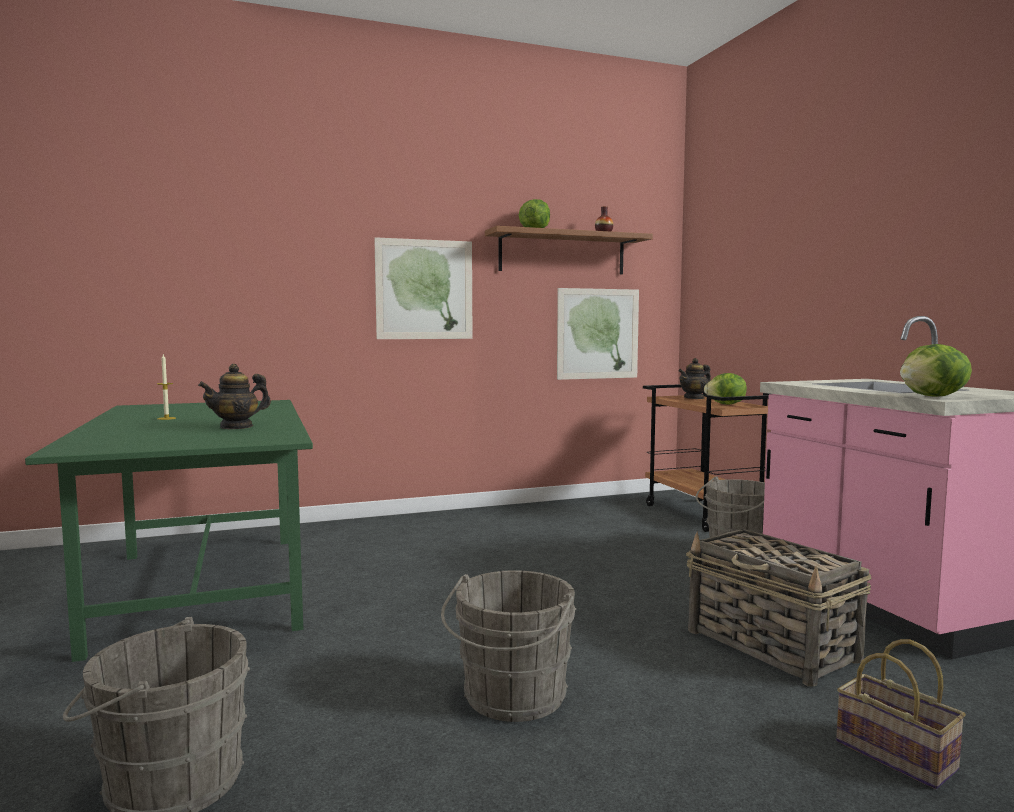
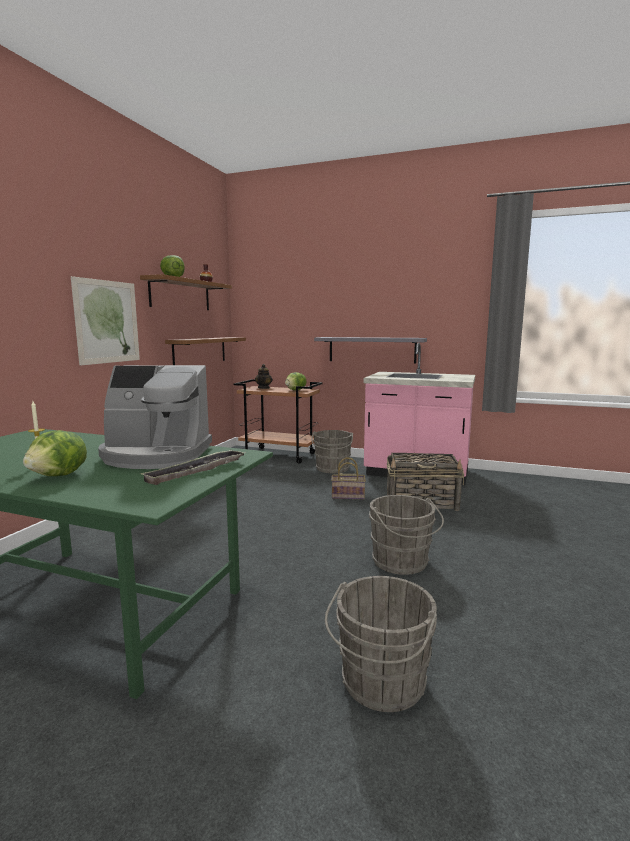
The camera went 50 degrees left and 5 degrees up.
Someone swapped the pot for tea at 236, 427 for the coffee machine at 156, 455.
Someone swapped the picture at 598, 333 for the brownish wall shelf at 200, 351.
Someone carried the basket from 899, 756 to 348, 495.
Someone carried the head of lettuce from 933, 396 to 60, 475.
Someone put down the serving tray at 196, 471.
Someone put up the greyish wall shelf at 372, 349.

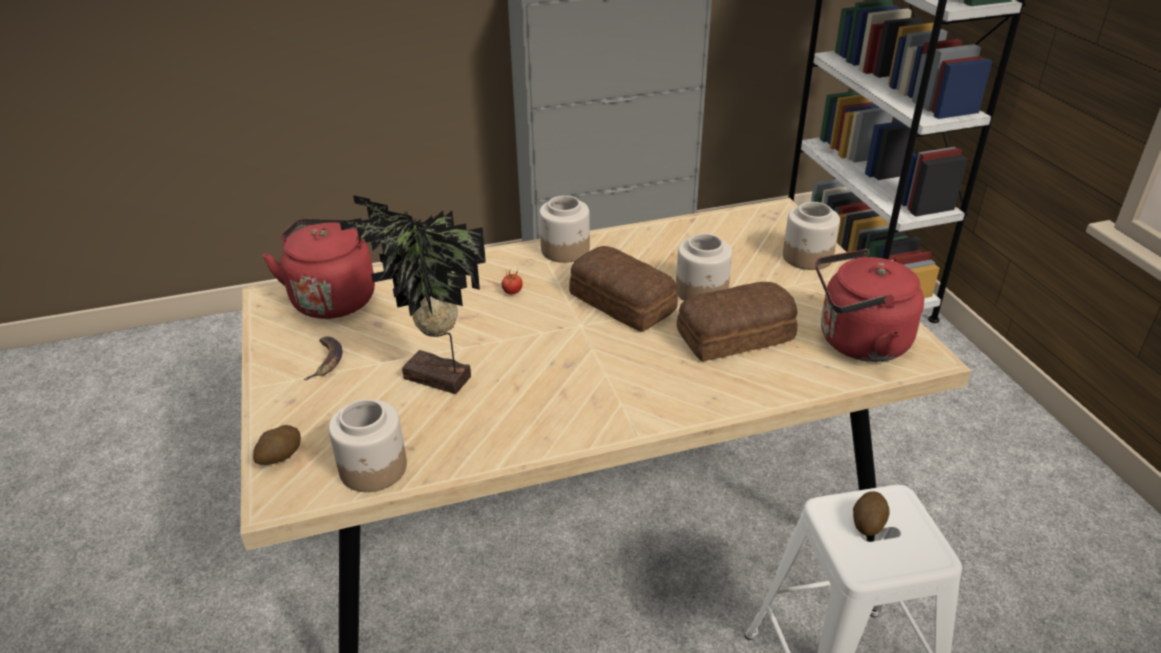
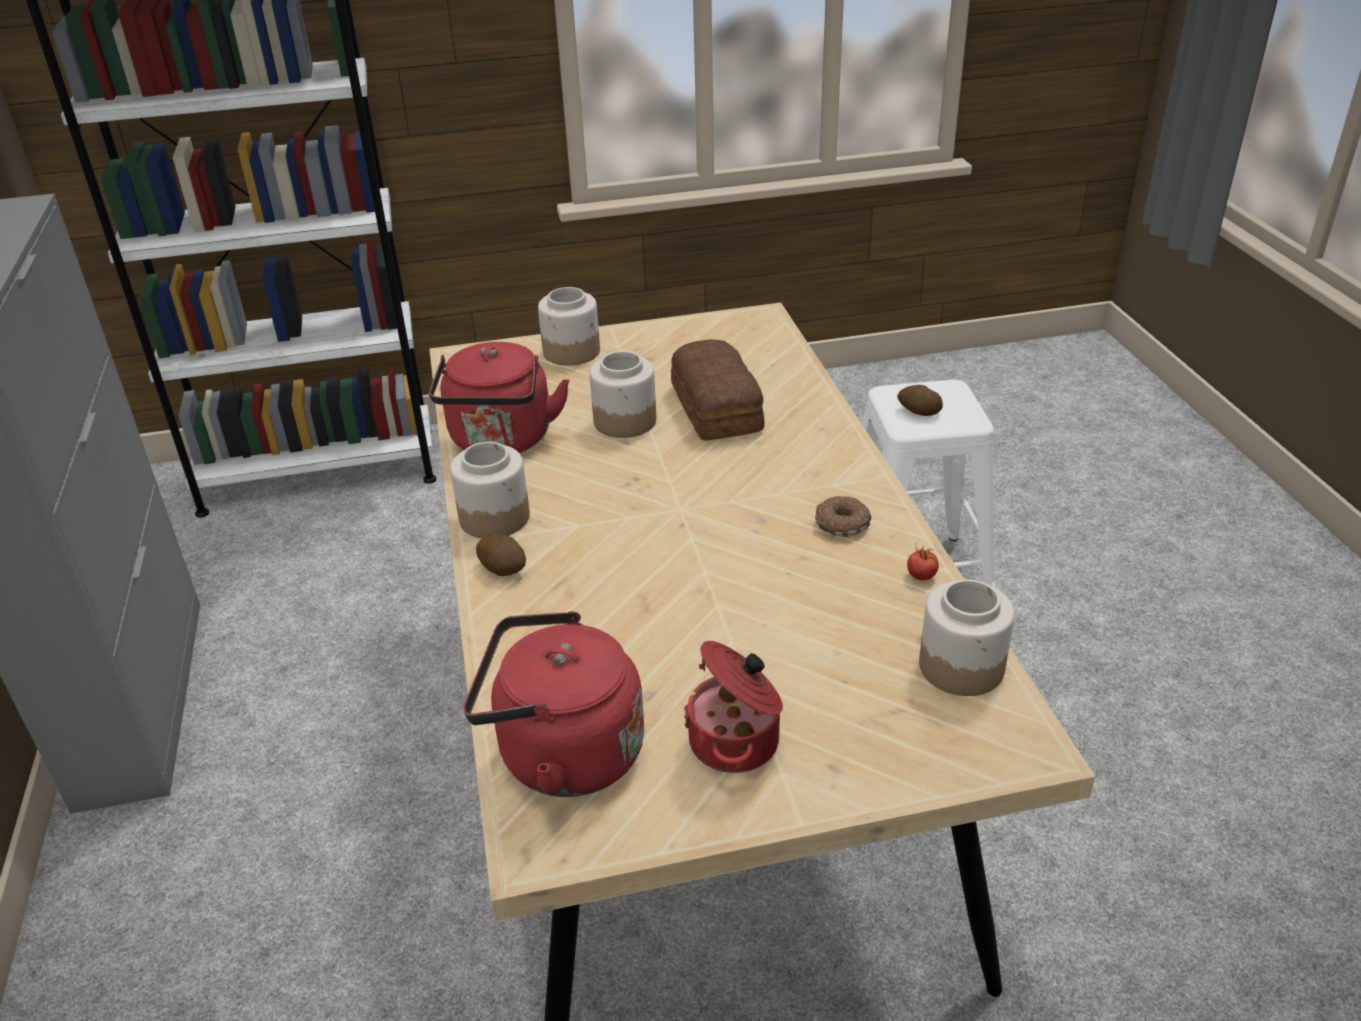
The camera went 85 degrees left and 0 degrees up.
Someone carried the potato from 280, 457 to 503, 568.
Someone swapped the whole banana at 326, 360 for the stockpot at 737, 742.
Someone took away the houseplant at 436, 381.
Someone carried the fresh tomato from 512, 292 to 921, 576.
Someone took away the bread at 622, 304.
Someone carried the red-coloured tea kettle from 857, 342 to 501, 442.
Someone put down the ring doughnut at 841, 524.

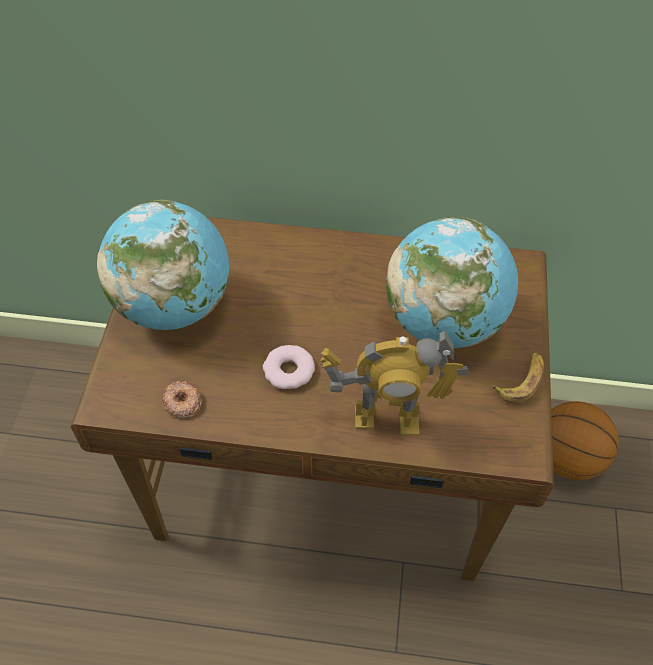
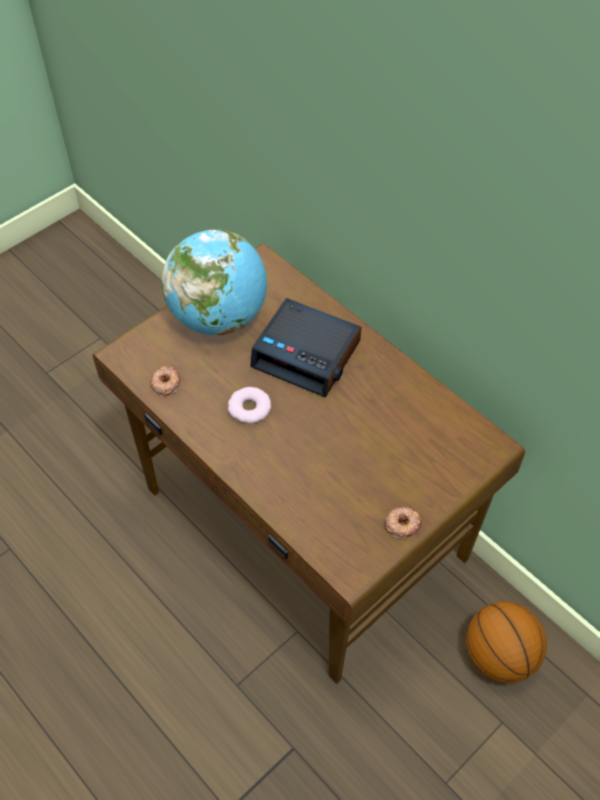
The camera went 40 degrees right and 0 degrees up.
Someone took away the toy robot at 387, 419.
Someone took away the world globe at 443, 322.
Someone swapped the whole banana at 521, 380 for the ring doughnut at 402, 524.
Someone put down the table clock at 307, 354.

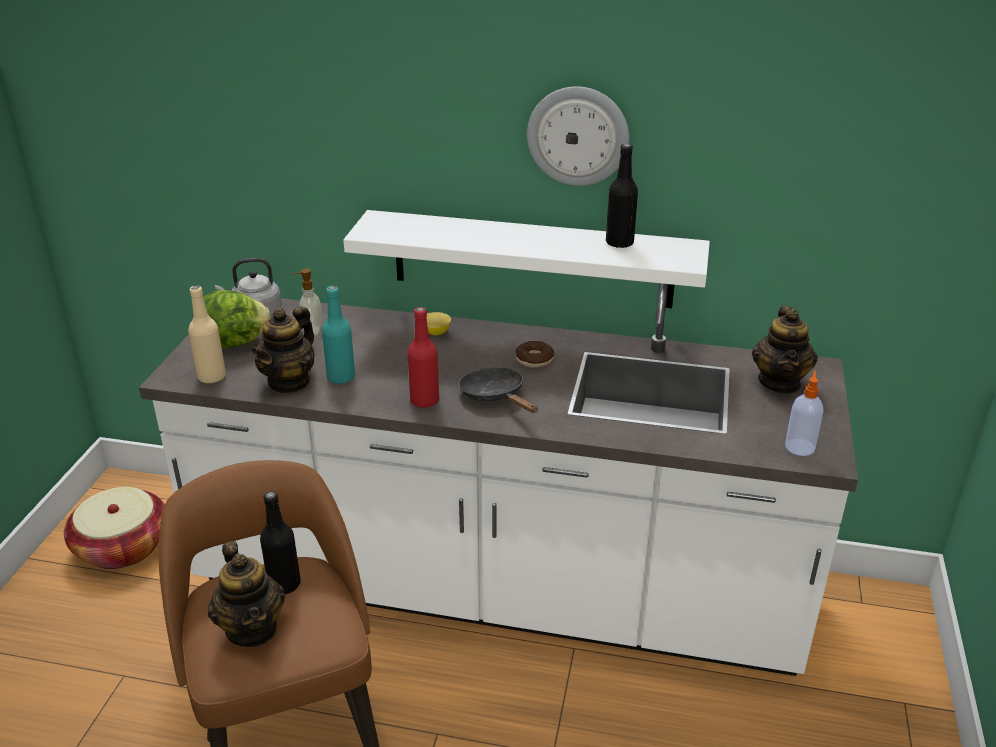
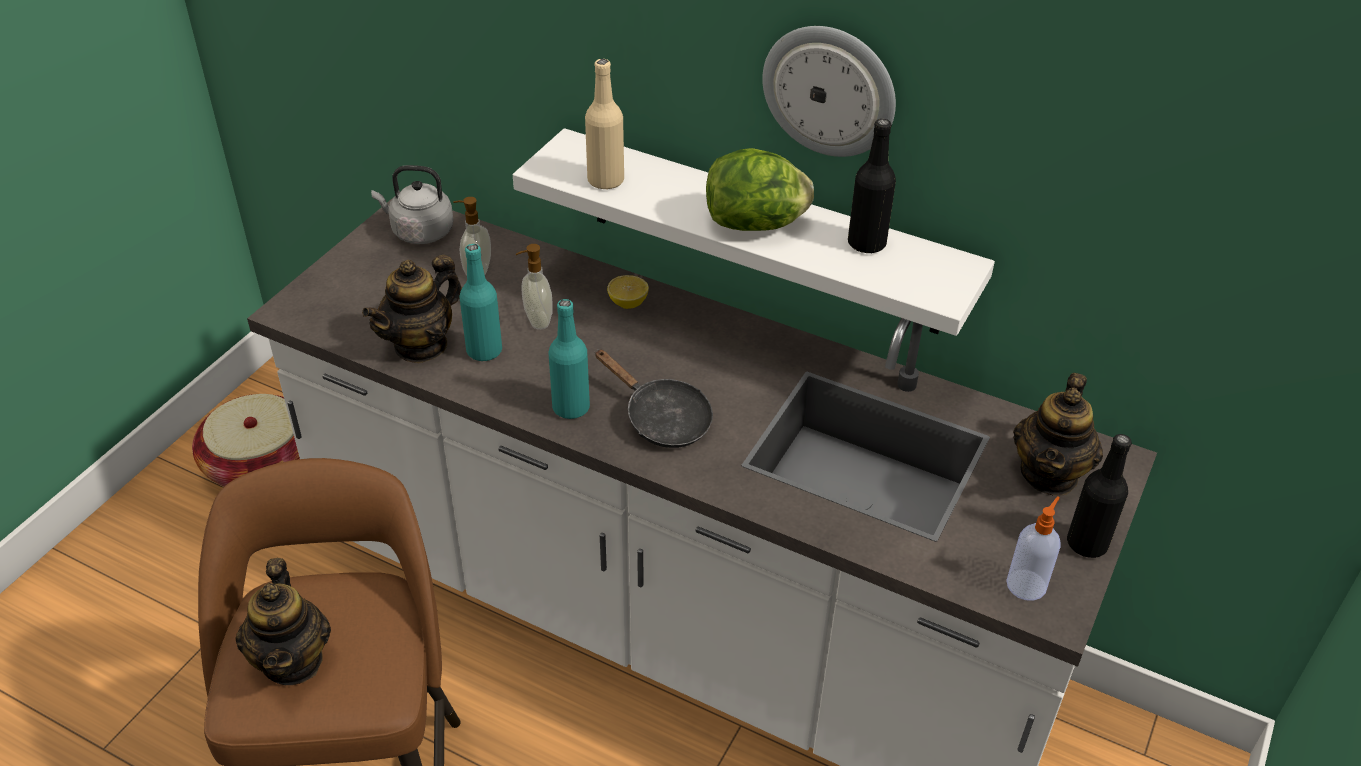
The camera went 15 degrees right and 10 degrees up.
Someone carried the beige drink bottle from 212, 377 to 605, 180.
Someone carried the head of lettuce from 234, 343 to 755, 224.
Someone carried the black-coloured drink bottle from 284, 584 to 1087, 544.
Someone repainted the red-coloured drink bottle at 424, 401, which became the turquoise-coloured drink bottle at 571, 408.
Someone rotated the black-coloured skillet at 495, 396 by 150 degrees clockwise.
Someone took away the ring doughnut at 534, 360.
Someone put down the soap bottle at 537, 320.

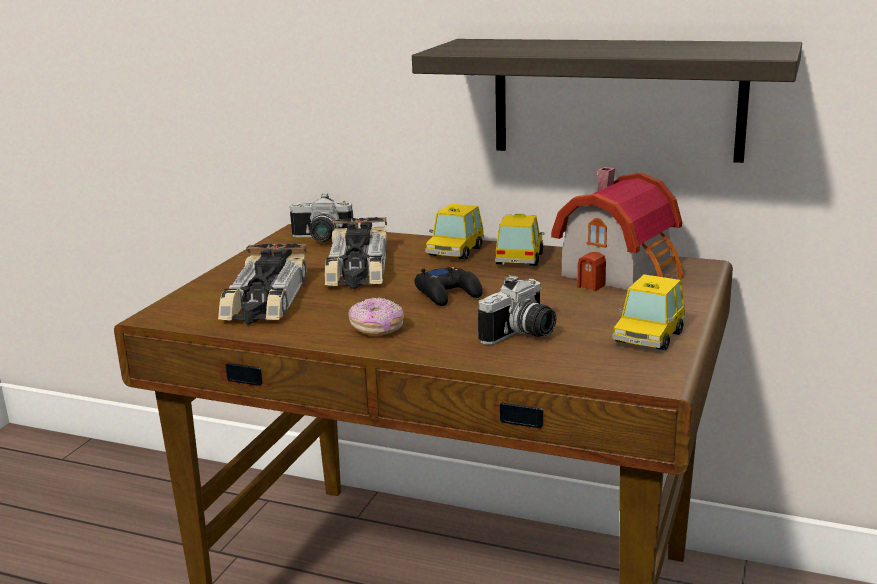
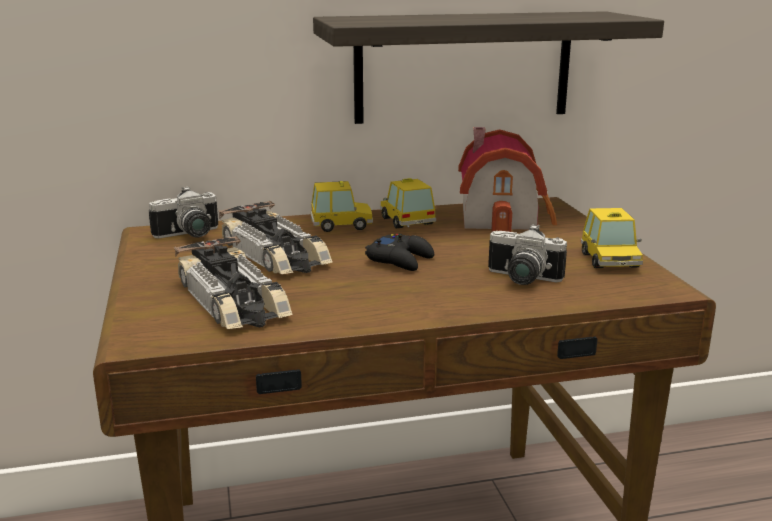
The camera went 35 degrees left and 0 degrees up.
Someone took away the ring doughnut at 377, 329.
Someone rotated the model car at 455, 251 by 90 degrees counterclockwise.
Someone rotated the photo camera at 522, 335 by 105 degrees clockwise.

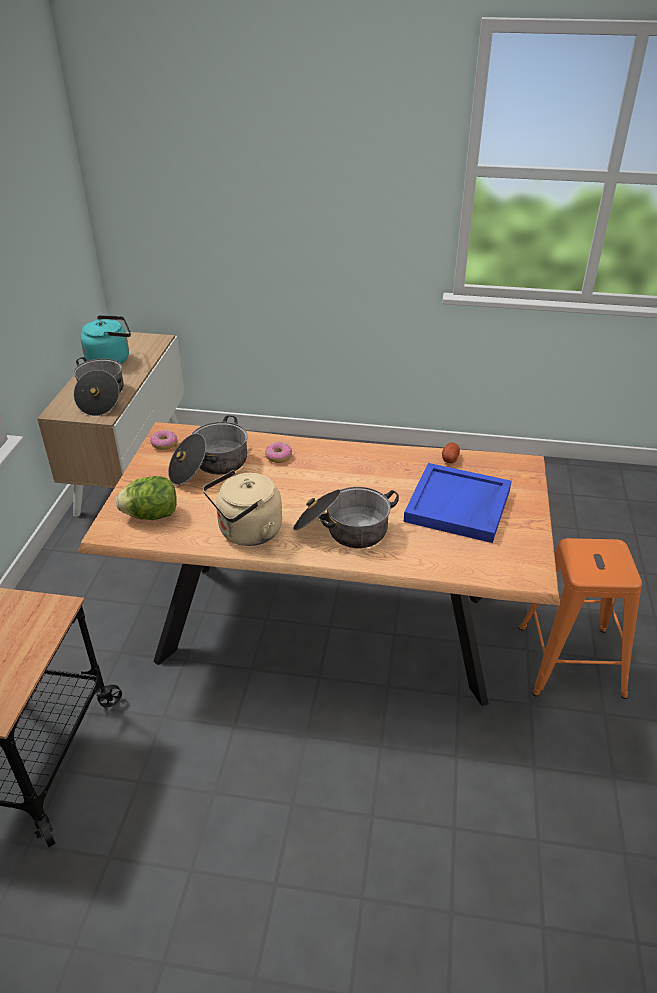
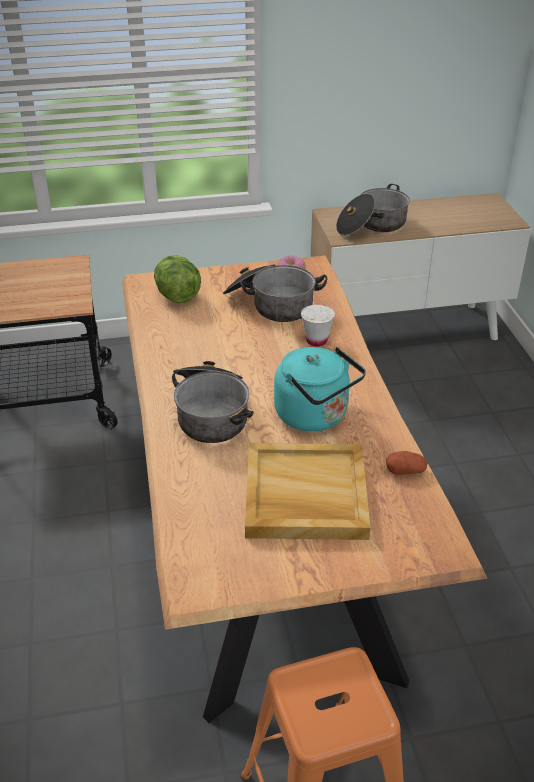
The camera went 70 degrees right and 0 degrees up.
Someone carried the turquoise-coloured tea kettle from 111, 360 to 315, 416.
Someone took away the beige tea kettle at 247, 533.
Someone swapped the ring doughnut at 278, 456 for the white-coloured cup at 316, 340.
Someone repainted the blue-coloured serving tray at 458, 506, which became the beige serving tray at 304, 495.

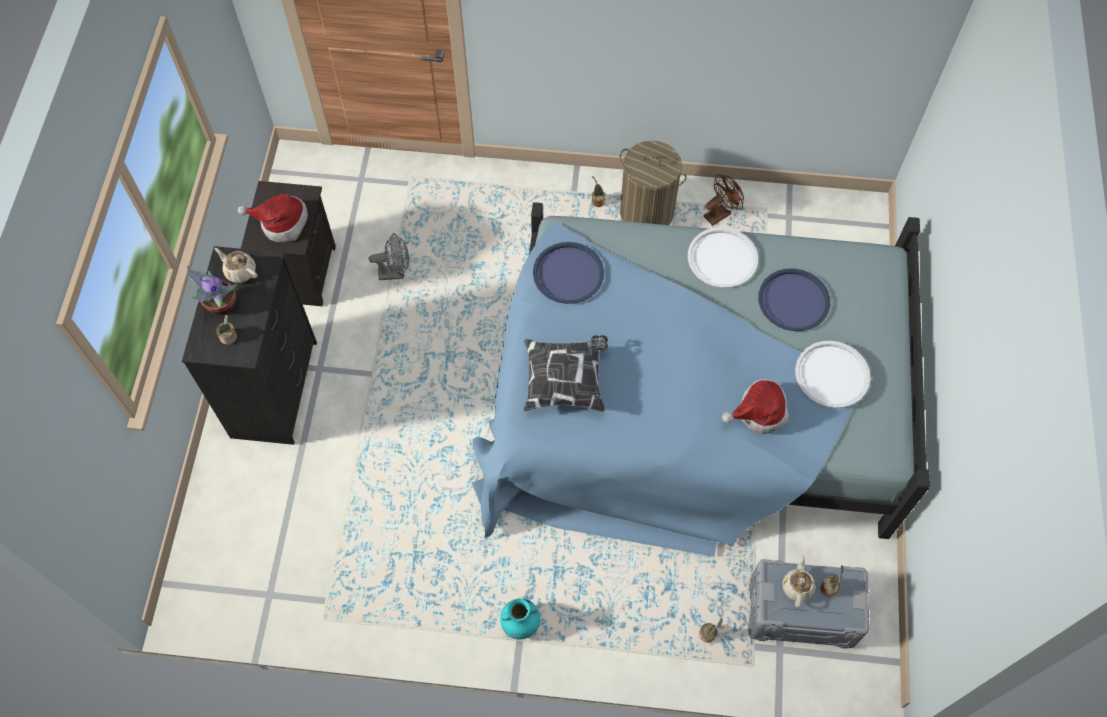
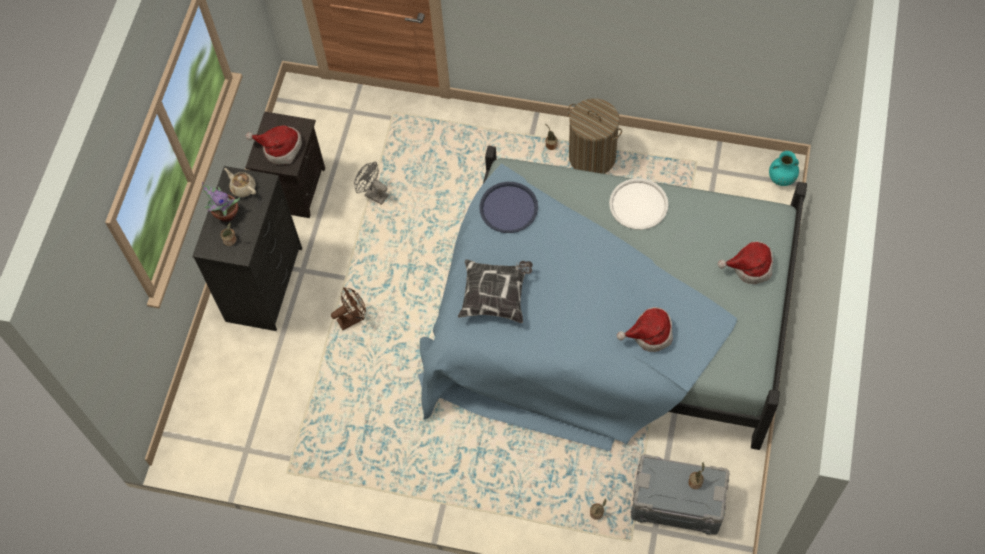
The camera went 10 degrees right and 0 degrees up.
Someone rotated the greyish cooling fan at 395, 273 by 150 degrees counterclockwise.
Someone carried the turquoise-coloured flower vase from 520, 624 to 781, 179.
Someone carried the brownish cooling fan from 720, 213 to 353, 318.
Someone took away the blue-coloured serving tray at 793, 300.
Someone took away the beige pot for tea at 797, 586.
Someone took away the white-coloured serving tray at 831, 375.
Someone put down the wearable hat at 749, 267.

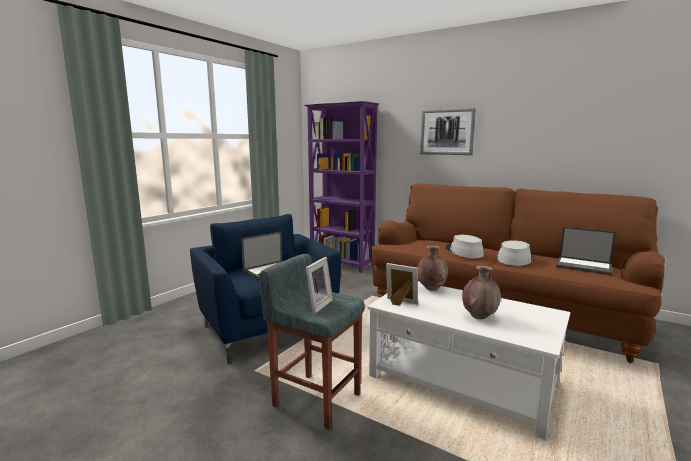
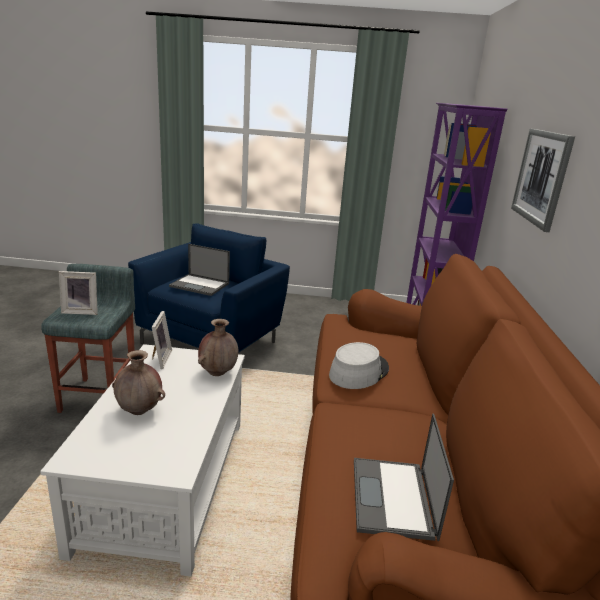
The camera went 60 degrees right and 10 degrees up.
Someone took away the greyish wearable hat at 514, 259.

